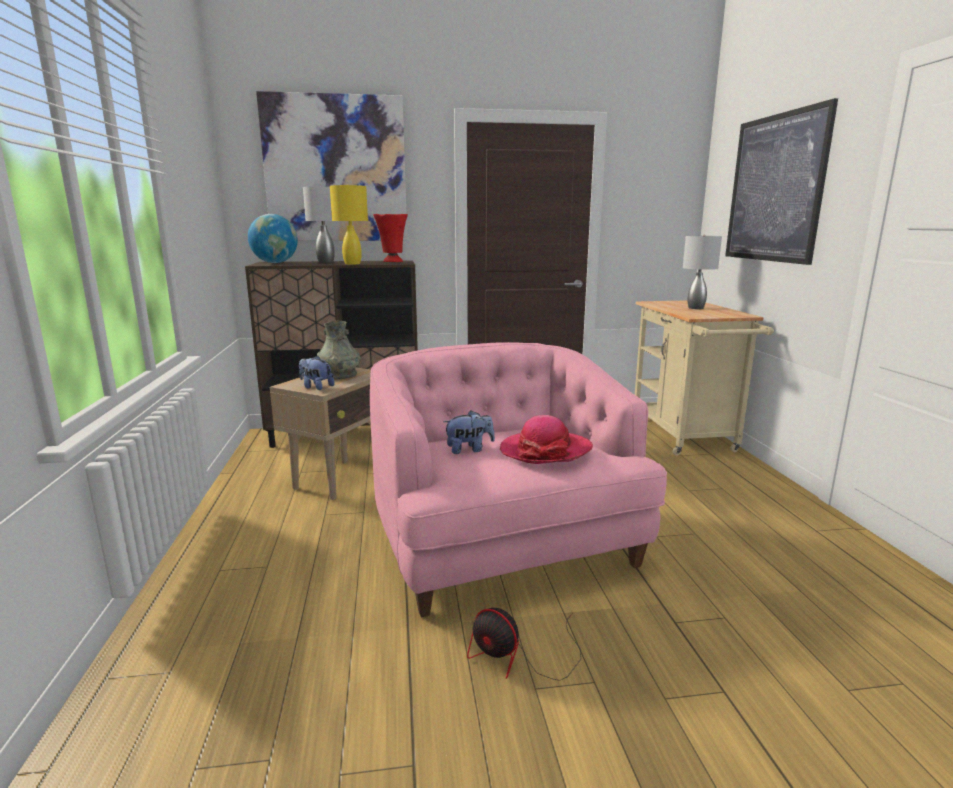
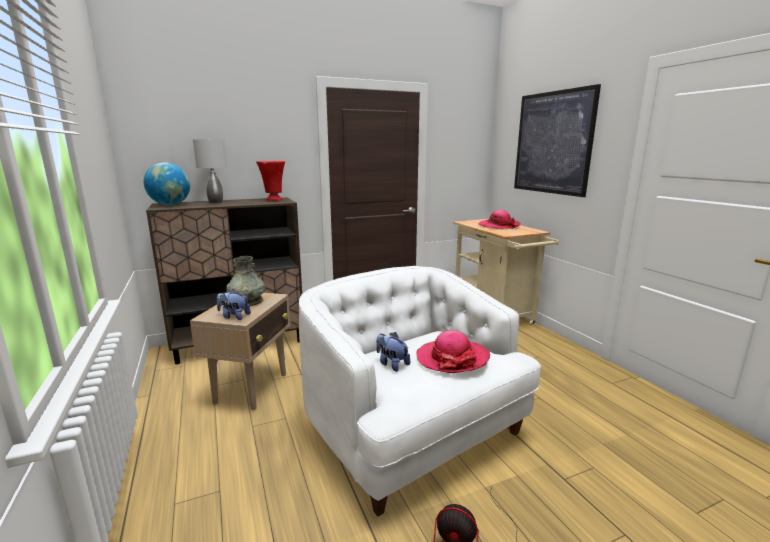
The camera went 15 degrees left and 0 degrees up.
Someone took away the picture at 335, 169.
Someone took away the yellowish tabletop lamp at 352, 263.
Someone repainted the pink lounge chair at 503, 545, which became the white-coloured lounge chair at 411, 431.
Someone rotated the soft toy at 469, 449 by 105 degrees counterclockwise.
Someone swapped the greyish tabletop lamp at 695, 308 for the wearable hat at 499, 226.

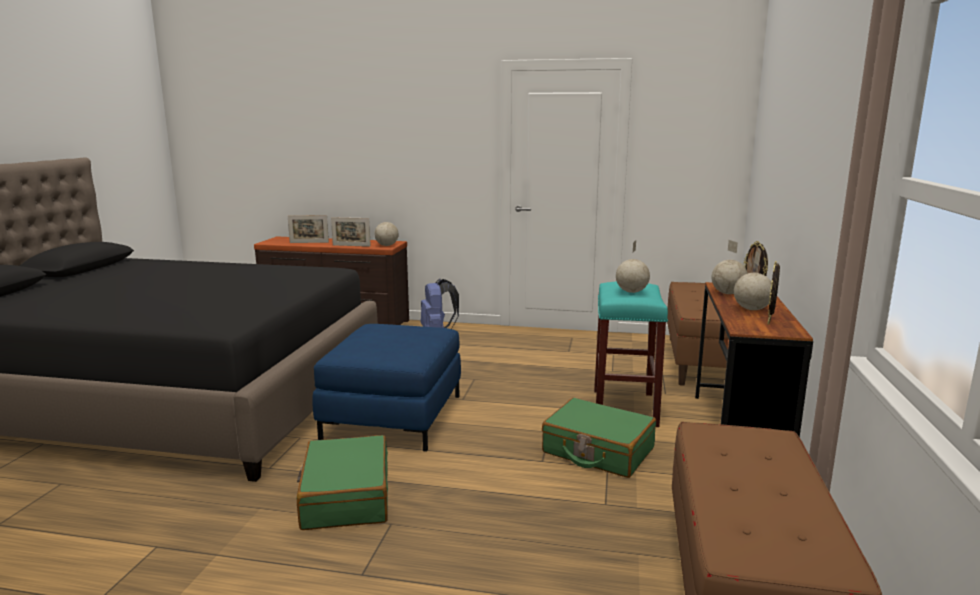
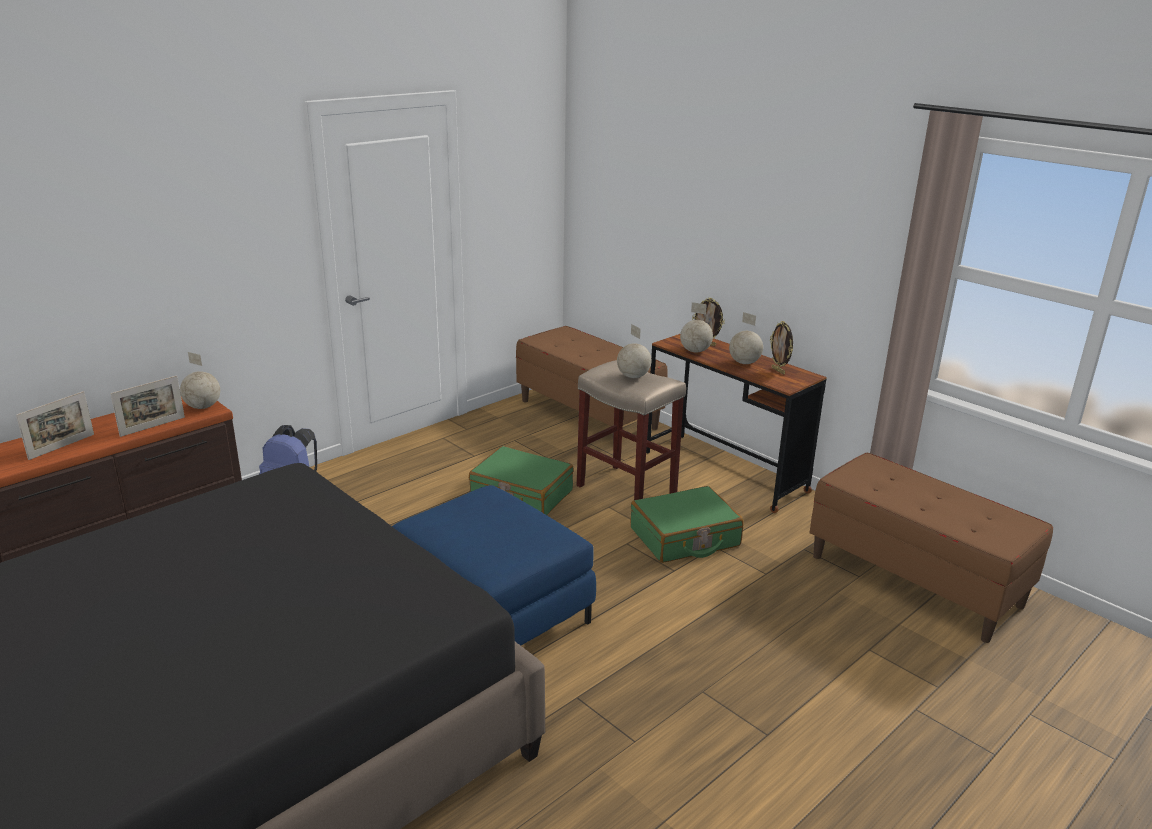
The camera went 55 degrees left and 10 degrees up.
Someone carried the greenish suitcase from 345, 496 to 521, 495.
Someone repainted the turquoise-coloured sitting stool at 624, 407, which became the beige sitting stool at 625, 489.

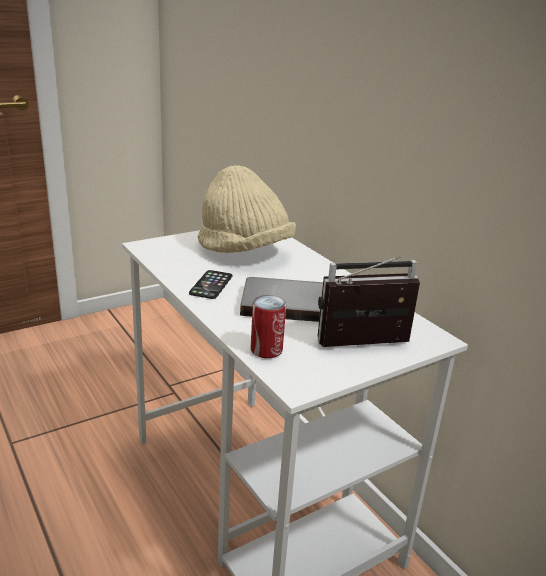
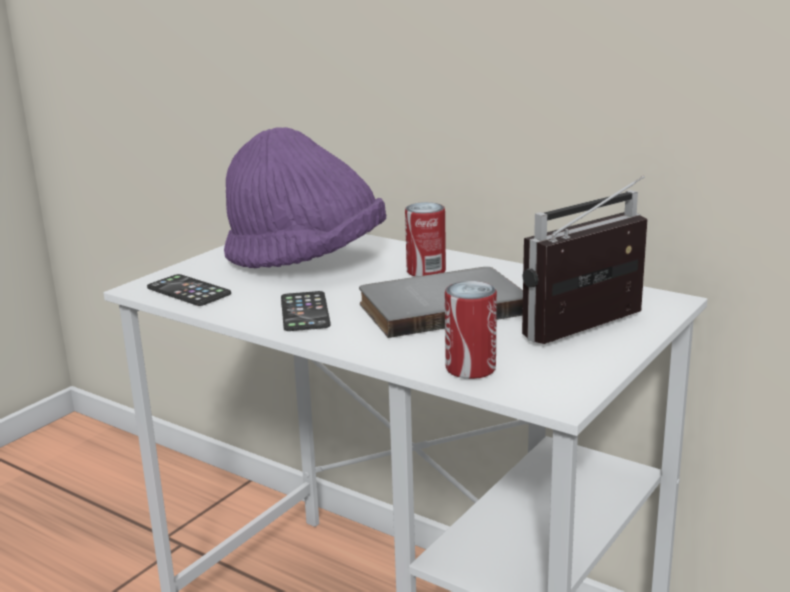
The camera went 20 degrees left and 5 degrees down.
Someone repainted the beige wearable hat at 244, 251, which became the purple wearable hat at 306, 262.
Someone put down the phone at 188, 291.
Someone put down the sealed can at 426, 271.

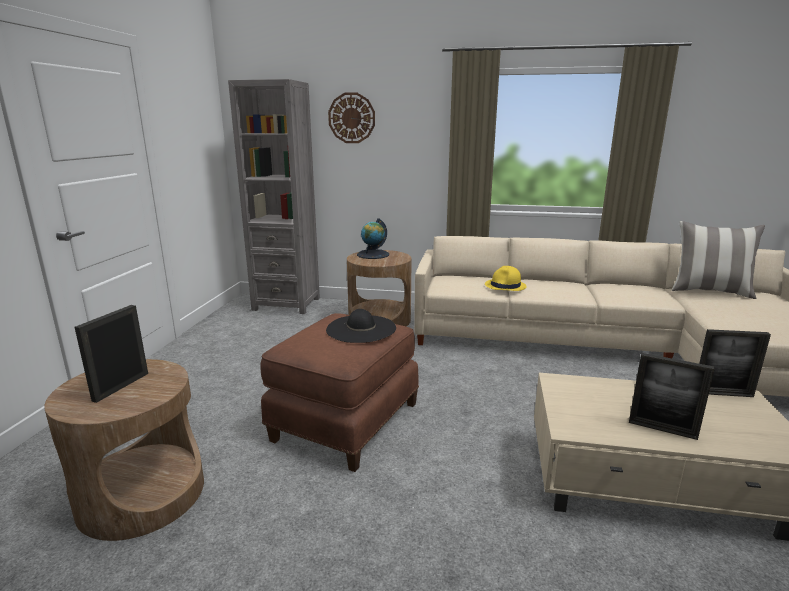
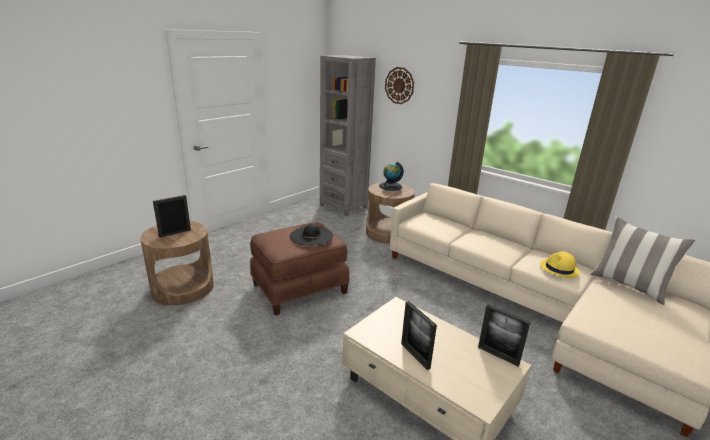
The camera went 30 degrees right and 5 degrees up.
Someone carried the yellowish wearable hat from 505, 286 to 559, 269.

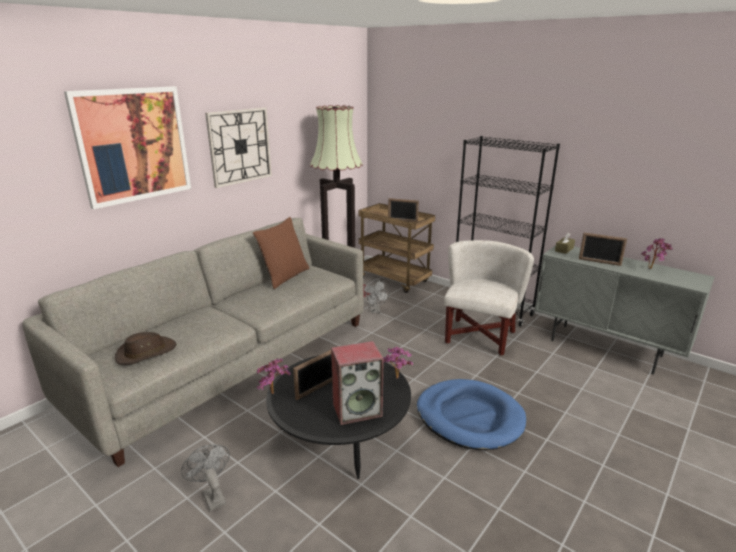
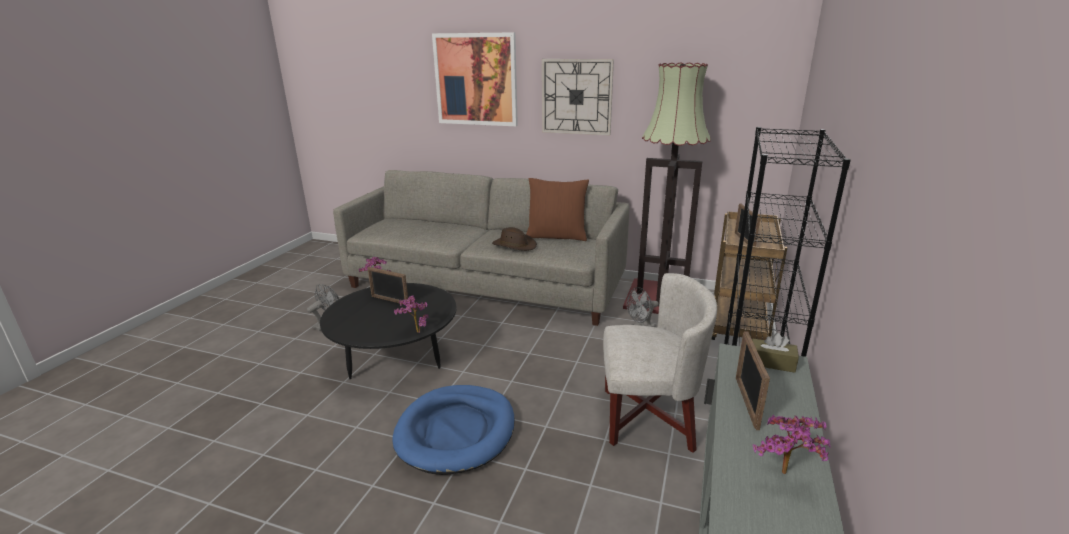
The camera went 70 degrees right and 0 degrees up.
Someone carried the brownish wearable hat from 145, 352 to 514, 245.
Someone took away the loudspeaker at 357, 409.

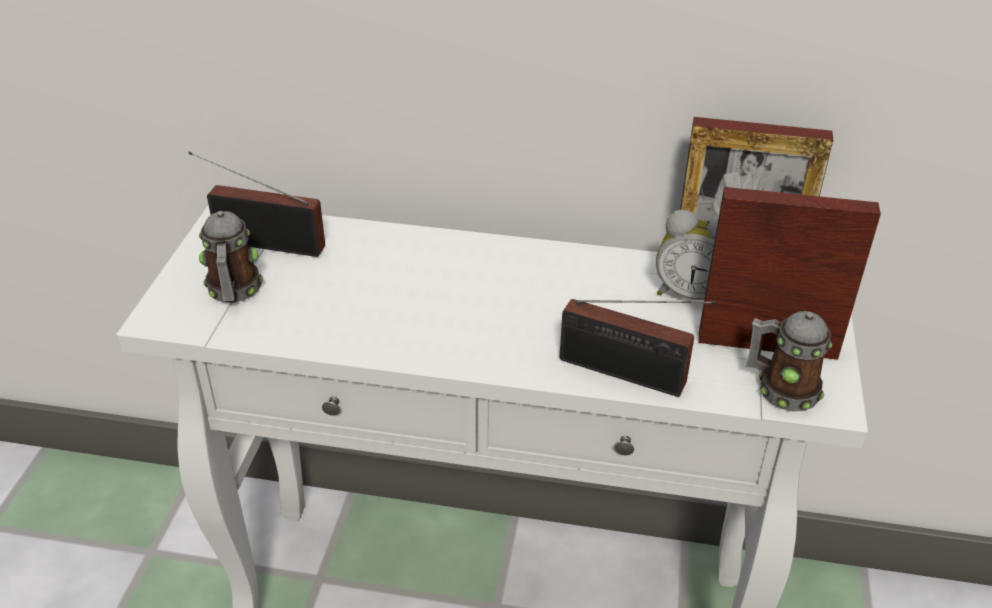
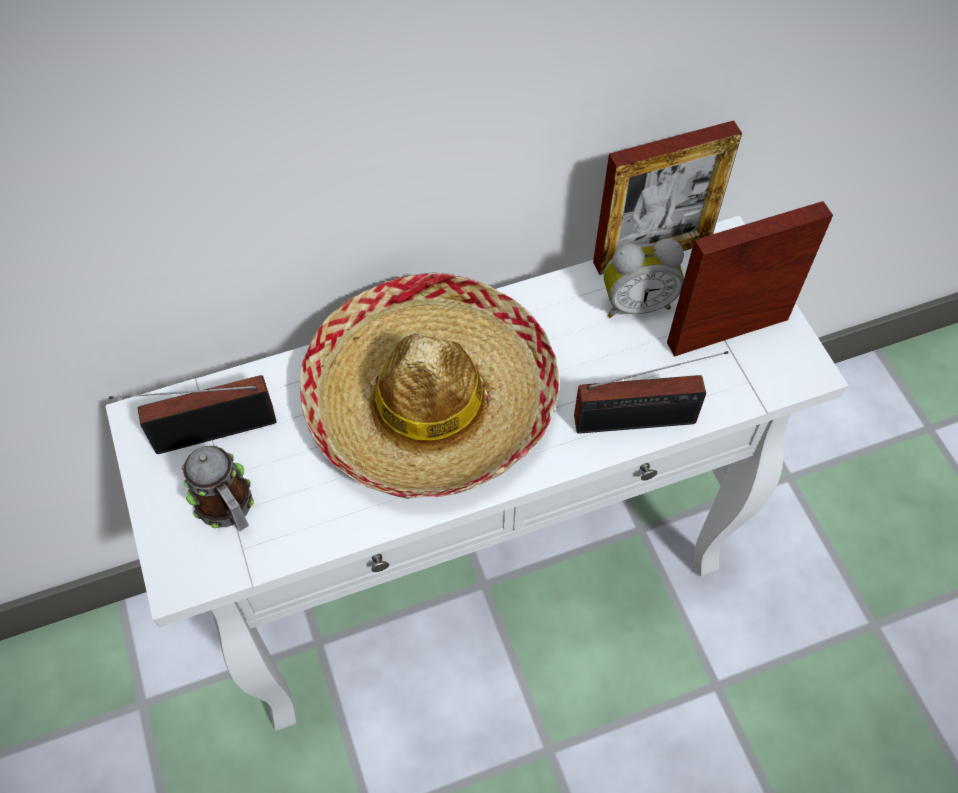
The camera went 30 degrees left and 20 degrees up.
Someone took away the coffee mug at 781, 389.
Someone put down the wearable hat at 430, 401.

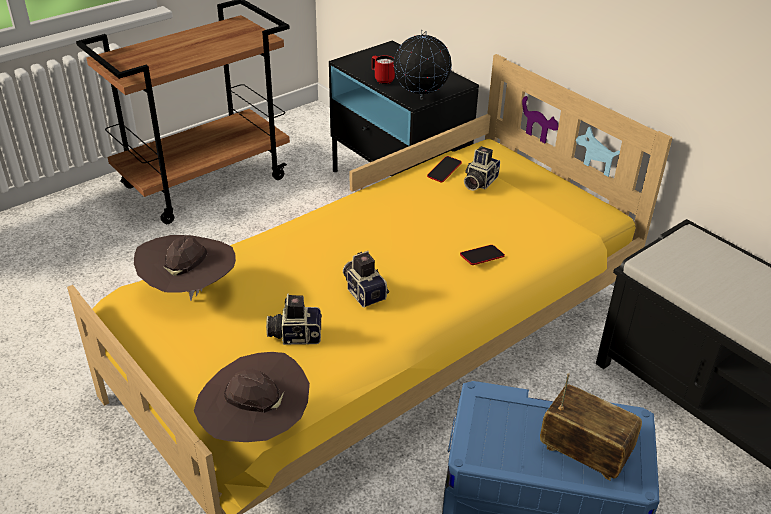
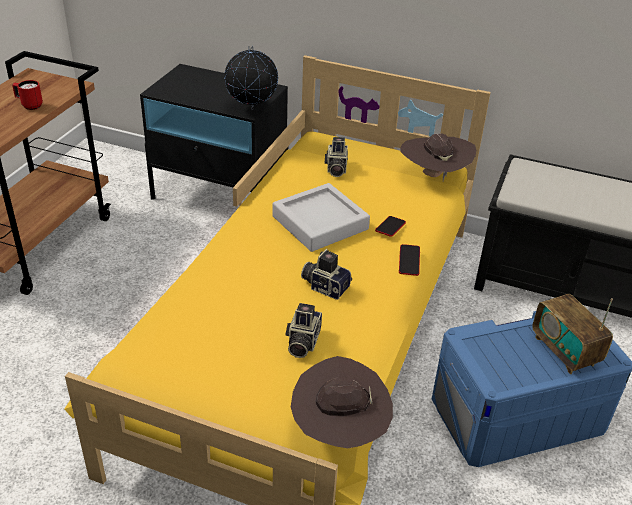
The camera went 30 degrees left and 0 degrees up.
Someone carried the brownish wearable hat from 190, 290 to 434, 176.
Someone rotated the photo camera at 295, 334 by 45 degrees counterclockwise.
Someone carried the red-coloured coffee mug from 382, 79 to 29, 105.
Someone carried the phone from 444, 171 to 409, 262.
Someone rotated the radio set at 584, 453 by 120 degrees counterclockwise.
Someone put down the greyish serving tray at 320, 223.

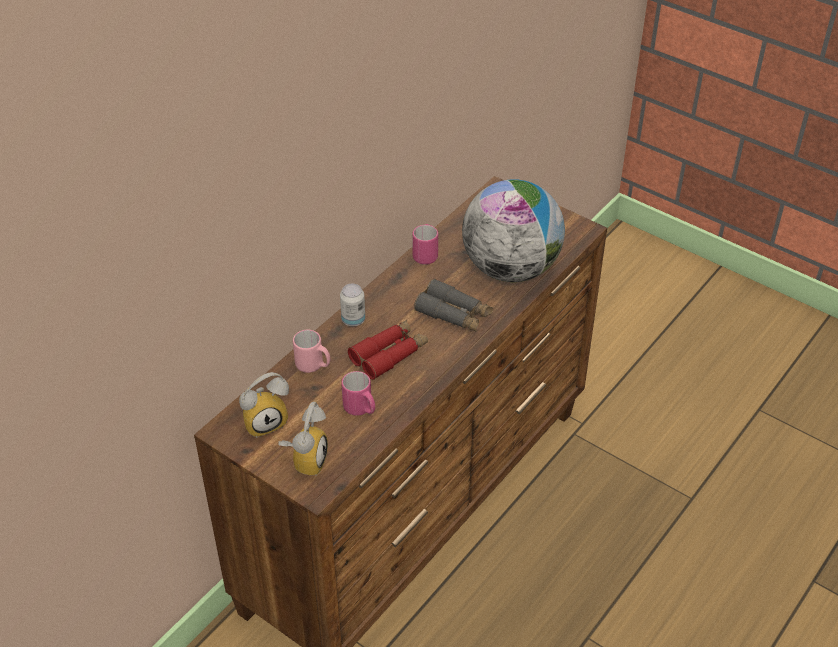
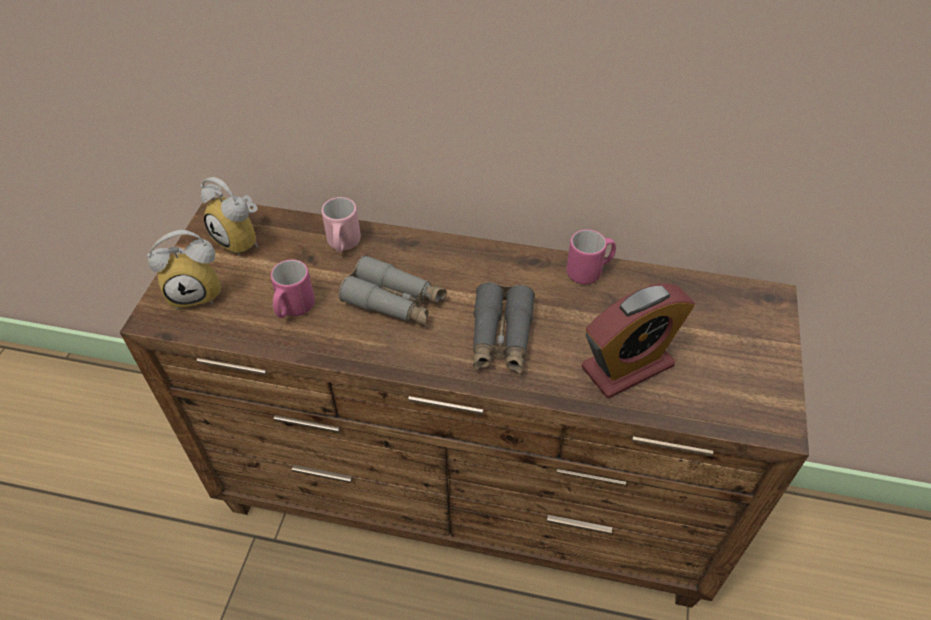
The camera went 65 degrees right and 5 degrees up.
Someone took away the sealed can at 353, 320.
Someone repainted the red-coloured pair of binoculars at 389, 354, which became the greyish pair of binoculars at 395, 301.
Someone swapped the world globe at 510, 268 for the table clock at 627, 366.

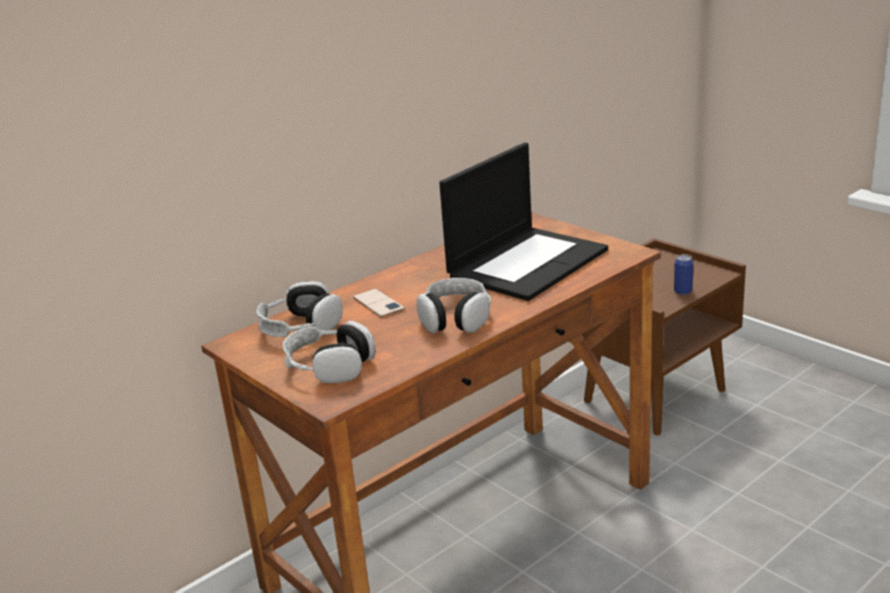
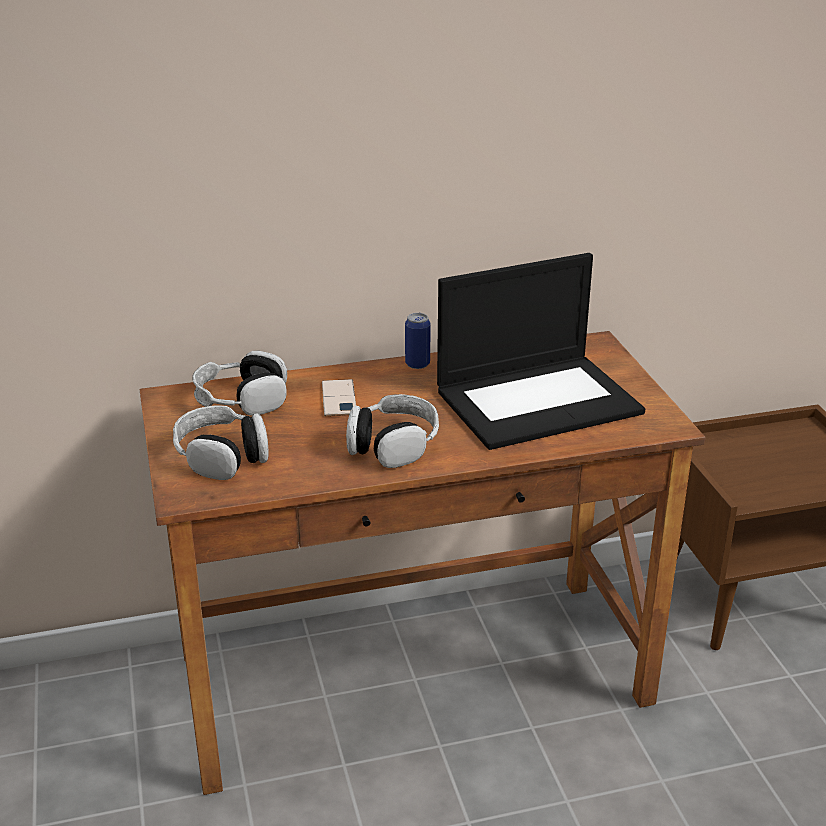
The camera went 25 degrees right and 5 degrees up.
Someone carried the sealed can from 683, 291 to 417, 364.

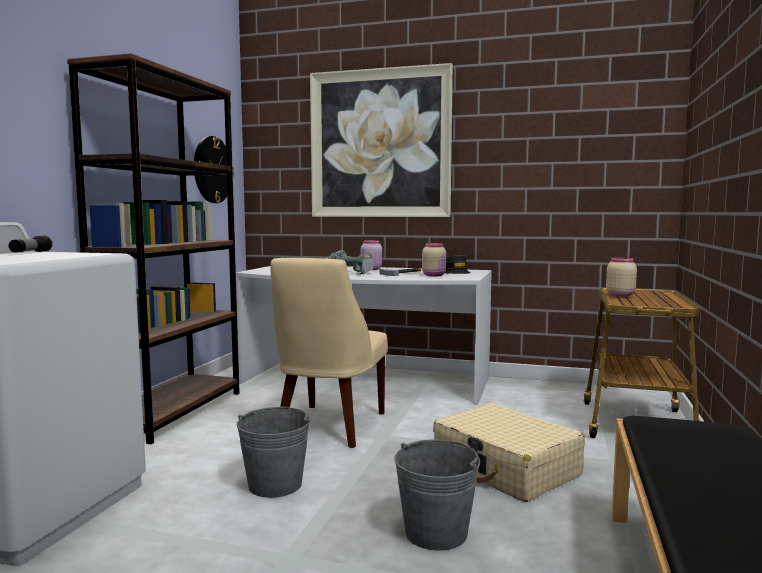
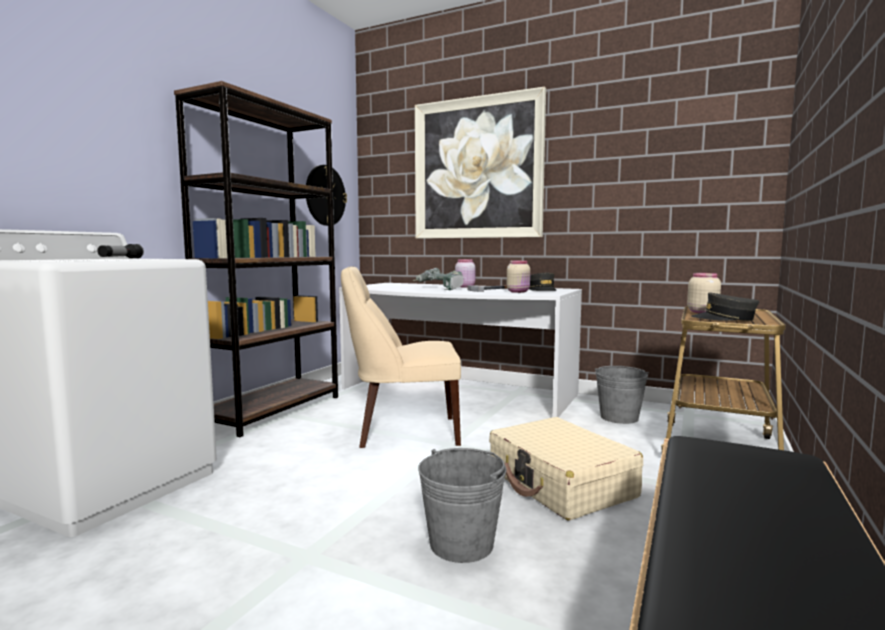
The camera went 10 degrees right and 0 degrees up.
Someone carried the greyish pail from 275, 485 to 619, 417.
Someone rotated the beige plain chair at 328, 427 by 60 degrees clockwise.
Someone put down the greyish peaked cap at 724, 318.

